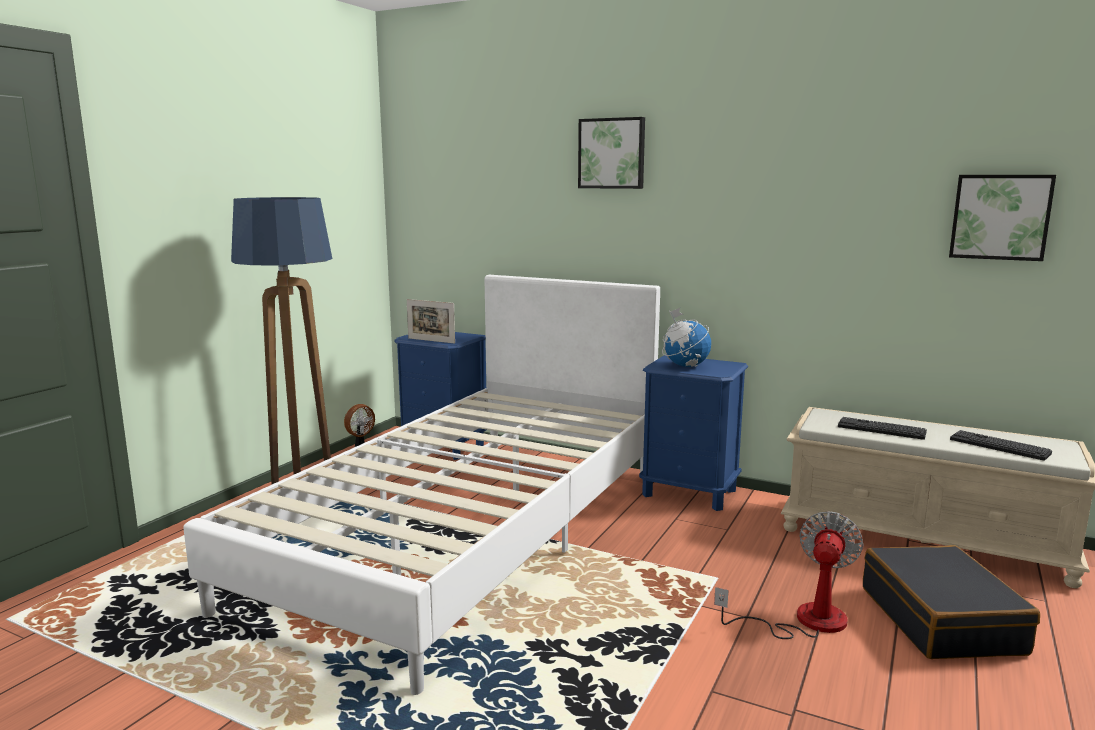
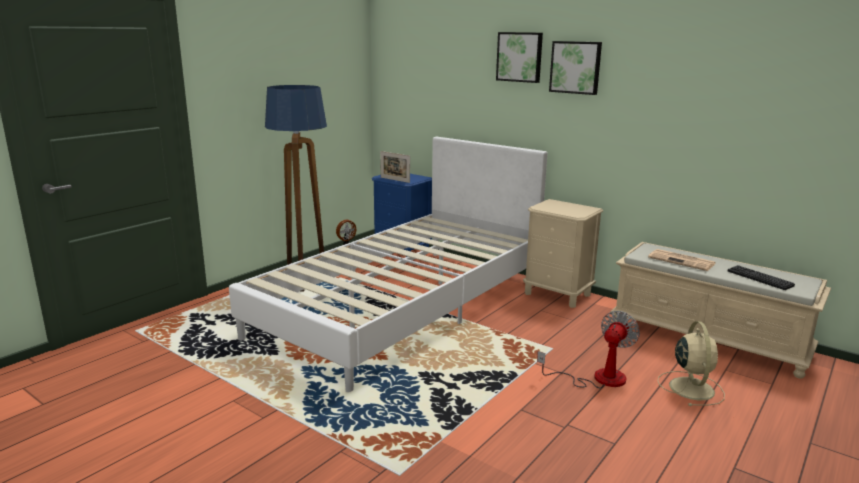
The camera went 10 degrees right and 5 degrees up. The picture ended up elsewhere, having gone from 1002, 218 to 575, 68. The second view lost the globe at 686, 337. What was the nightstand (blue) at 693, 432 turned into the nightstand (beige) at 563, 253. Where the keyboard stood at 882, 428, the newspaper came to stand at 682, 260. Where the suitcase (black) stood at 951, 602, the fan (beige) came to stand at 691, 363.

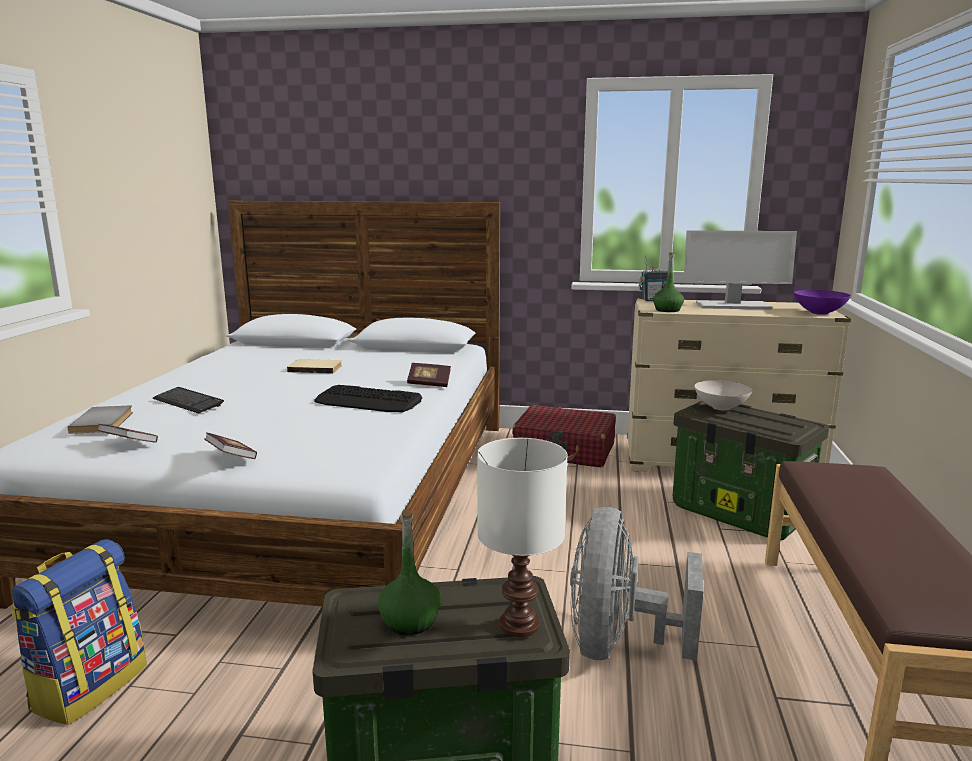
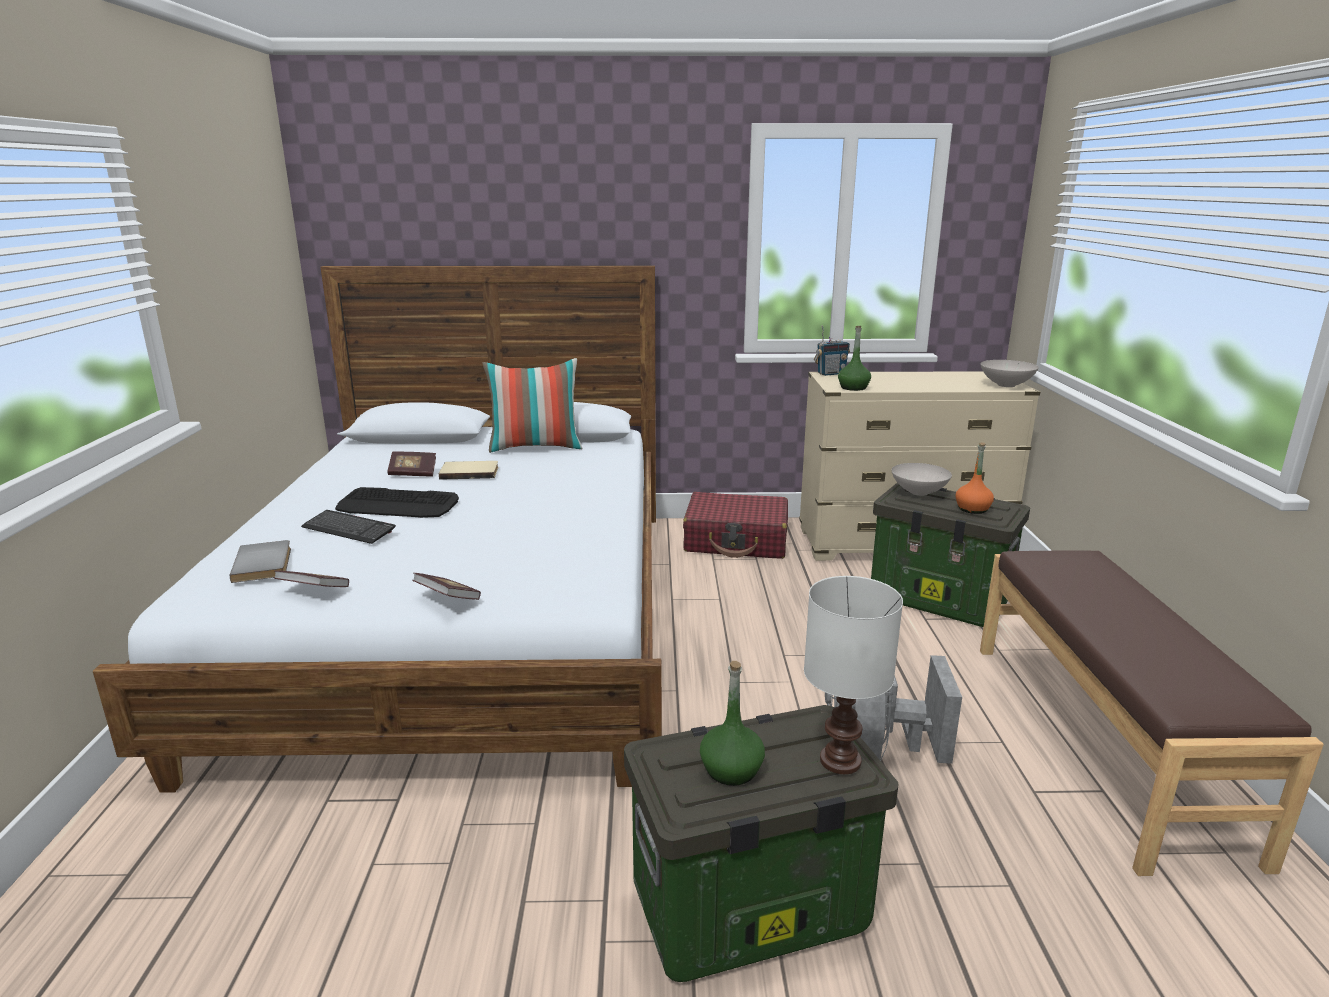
The camera went 10 degrees left and 5 degrees up. The second view lost the monitor at 740, 270. What was the bowl (purple) at 822, 302 turned into the bowl (white) at 1009, 373. The book ended up elsewhere, having gone from 429, 375 to 411, 464. The keyboard ended up elsewhere, having gone from 368, 398 to 397, 502. The second view lost the backpack at 78, 632. The second view gained the pillow at 532, 405. The second view gained the bottle (orange) at 975, 478.

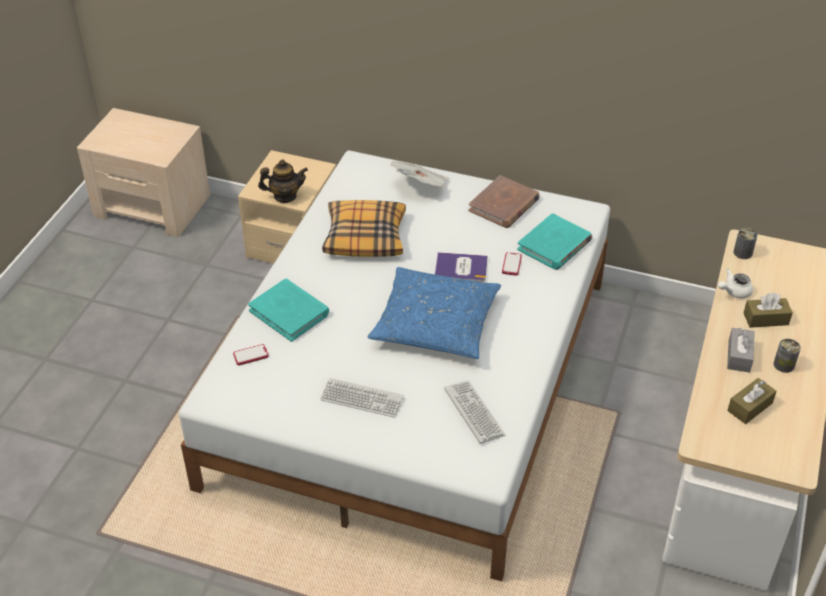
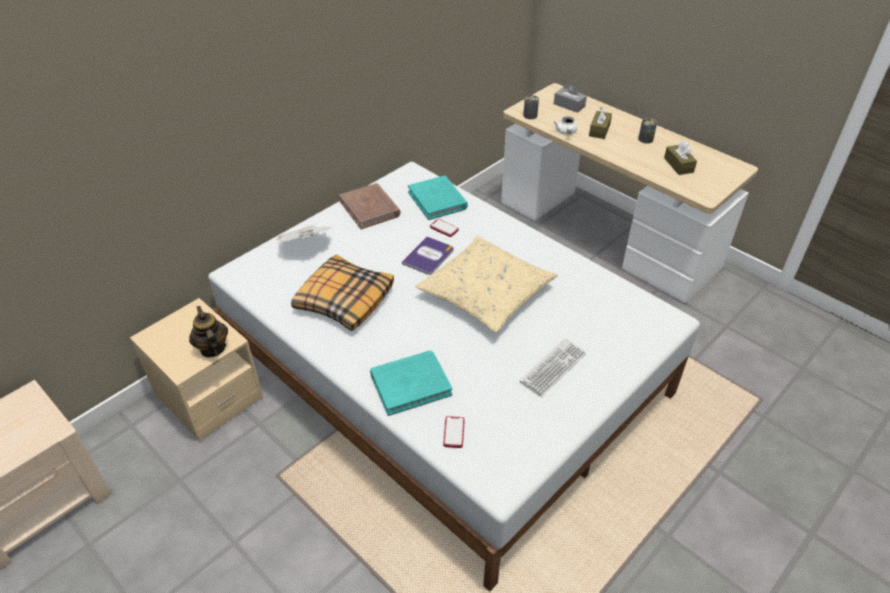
The camera went 65 degrees left and 0 degrees up. The teapot at 283, 181 ended up facing another way, 45 degrees counterclockwise from before. What was the pillow (blue) at 434, 313 turned into the pillow (beige) at 486, 284. The tissue box (grey) ended up elsewhere, having gone from 741, 350 to 570, 98. The second view lost the keyboard at 474, 412.

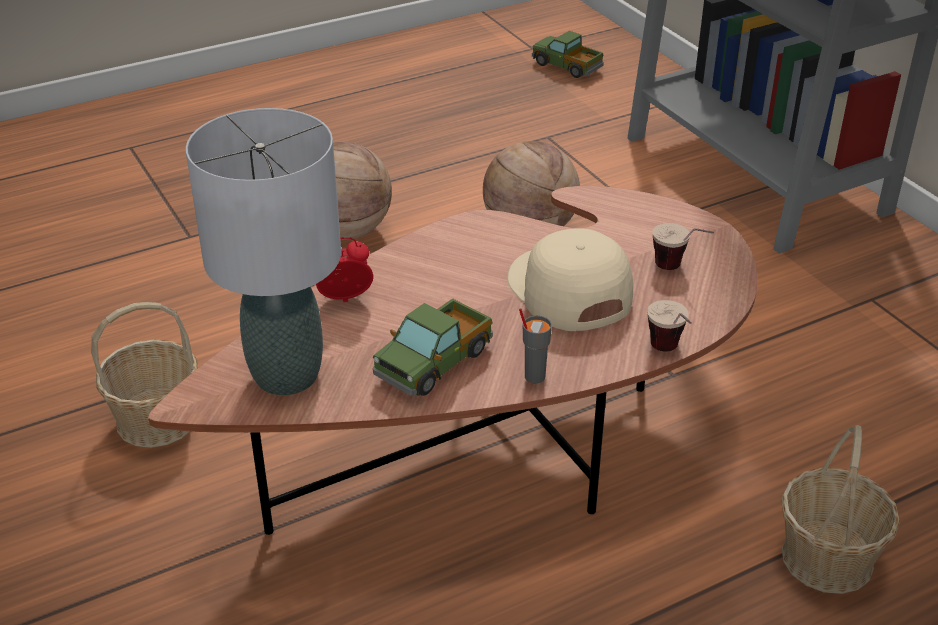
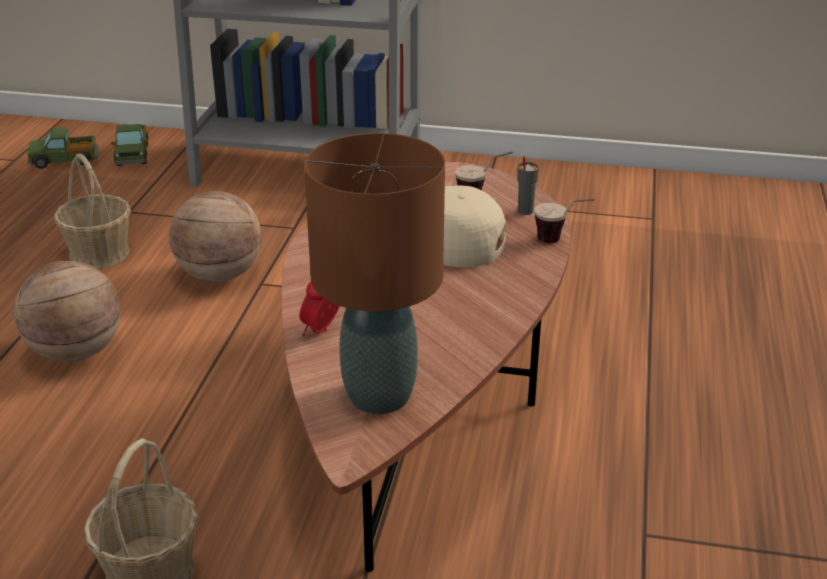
The camera went 50 degrees left and 5 degrees down. What was the table lamp (grey) at 263, 251 turned into the table lamp (brown) at 374, 273. The toy truck ended up elsewhere, having gone from 433, 347 to 130, 145. The cup (grey) ended up elsewhere, having gone from 535, 346 to 528, 185. The basket ended up elsewhere, having gone from 840, 509 to 92, 211.

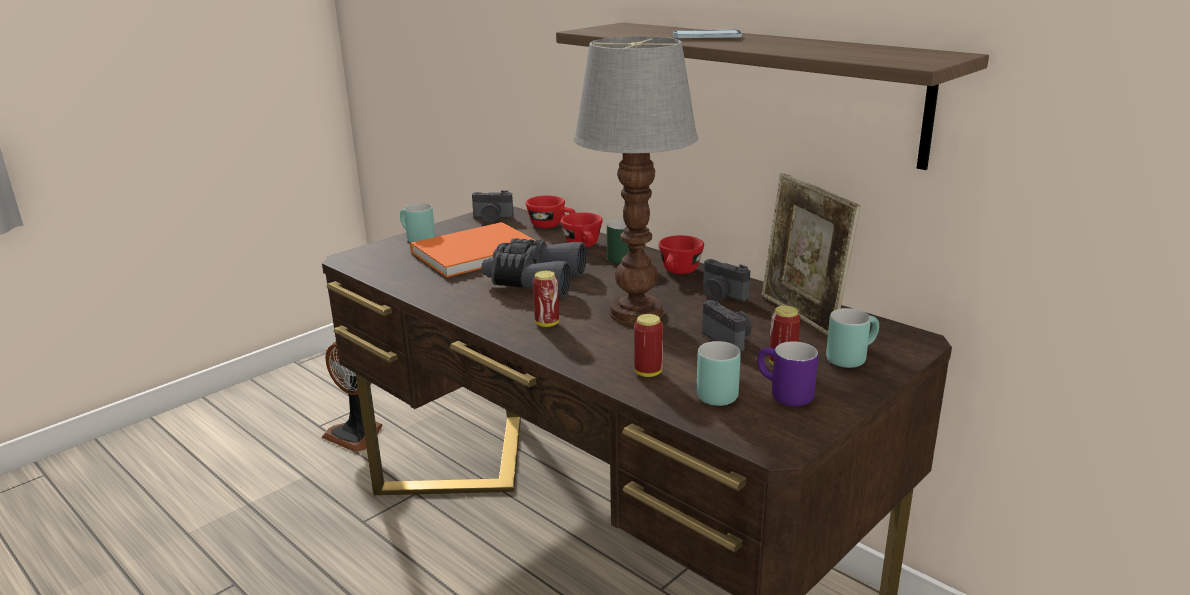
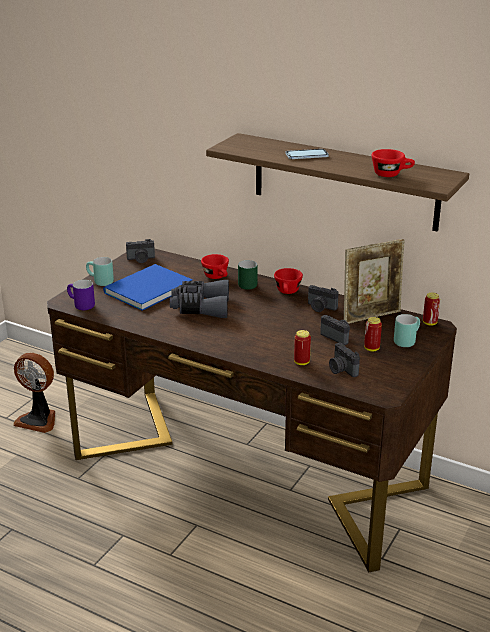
The camera went 15 degrees left and 5 degrees up. The second view lost the table lamp at 636, 180. The picture frame at 811, 254 ended up facing another way, 75 degrees counterclockwise from before. The cup (red) ended up elsewhere, having gone from 550, 211 to 393, 163. What was the book (orange) at 472, 250 turned into the book (blue) at 148, 287. The can ended up elsewhere, having gone from 546, 299 to 431, 309. Where the mug (turquoise) stood at 719, 373, the photo camera came to stand at 344, 360. The mug (purple) ended up elsewhere, having gone from 787, 373 to 81, 295.

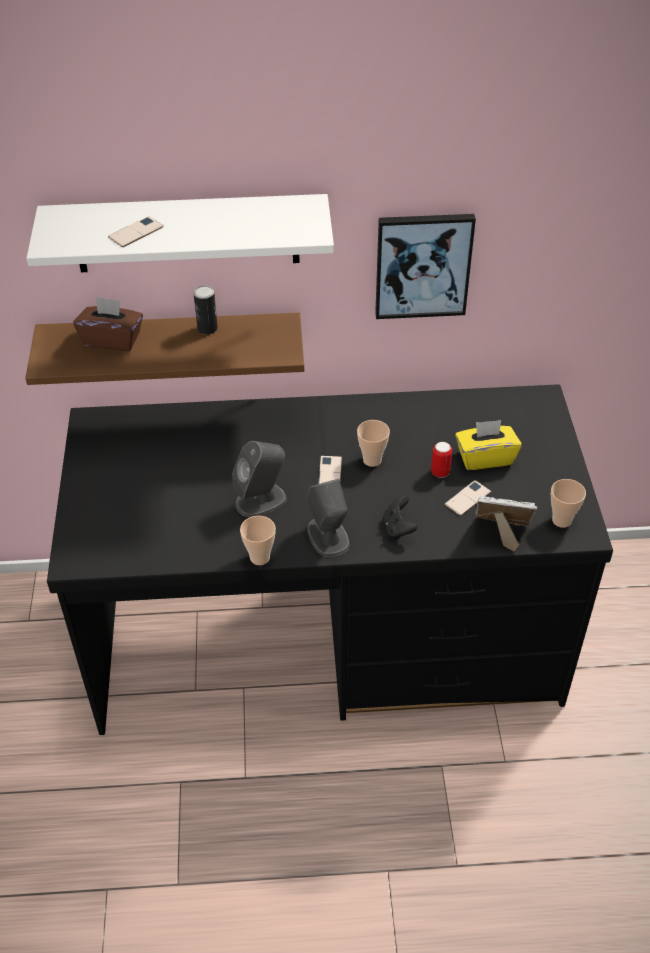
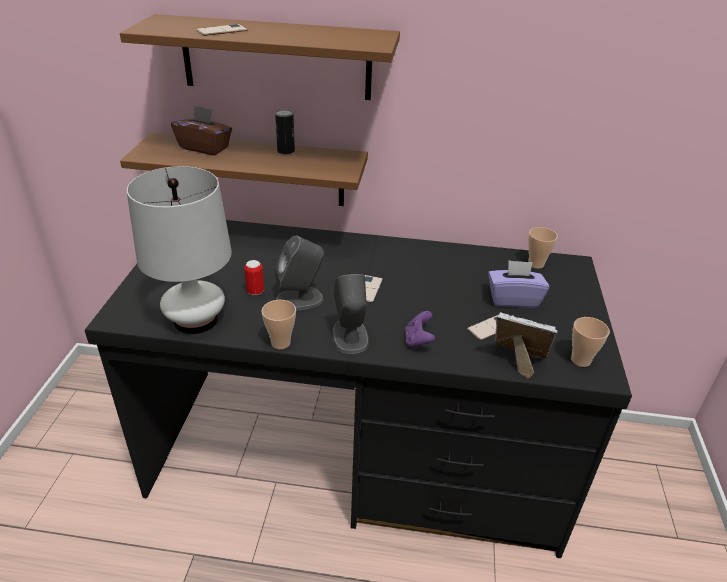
The camera went 10 degrees right and 10 degrees down. What was the shelf (white) at 180, 233 turned into the shelf (brown) at 260, 57. The second view lost the picture at 425, 266. The cup ended up elsewhere, having gone from 373, 443 to 543, 248. What was the tissue box (yellow) at 488, 445 turned into the tissue box (purple) at 518, 284. The can ended up elsewhere, having gone from 441, 460 to 254, 277. What was the game controller (black) at 400, 517 turned into the game controller (purple) at 420, 330. The second view gained the table lamp (white) at 179, 250.

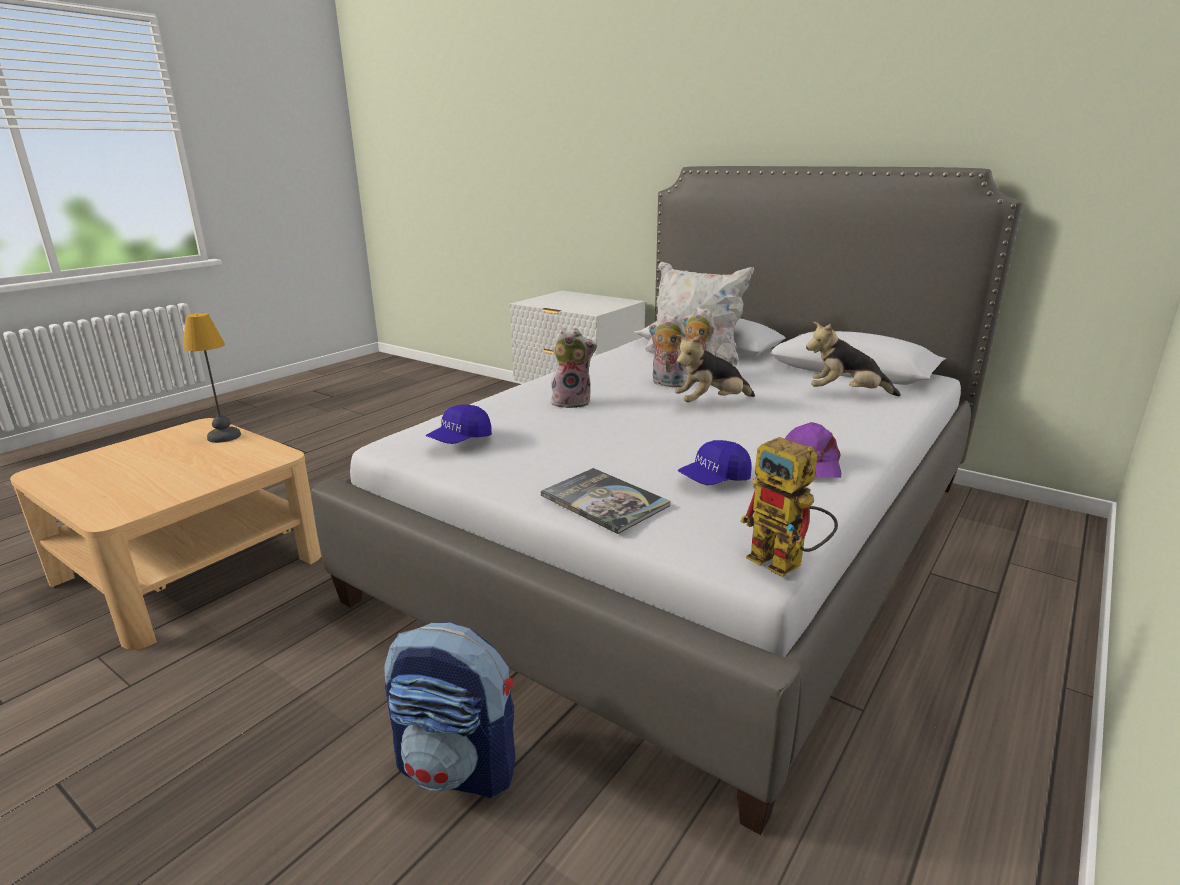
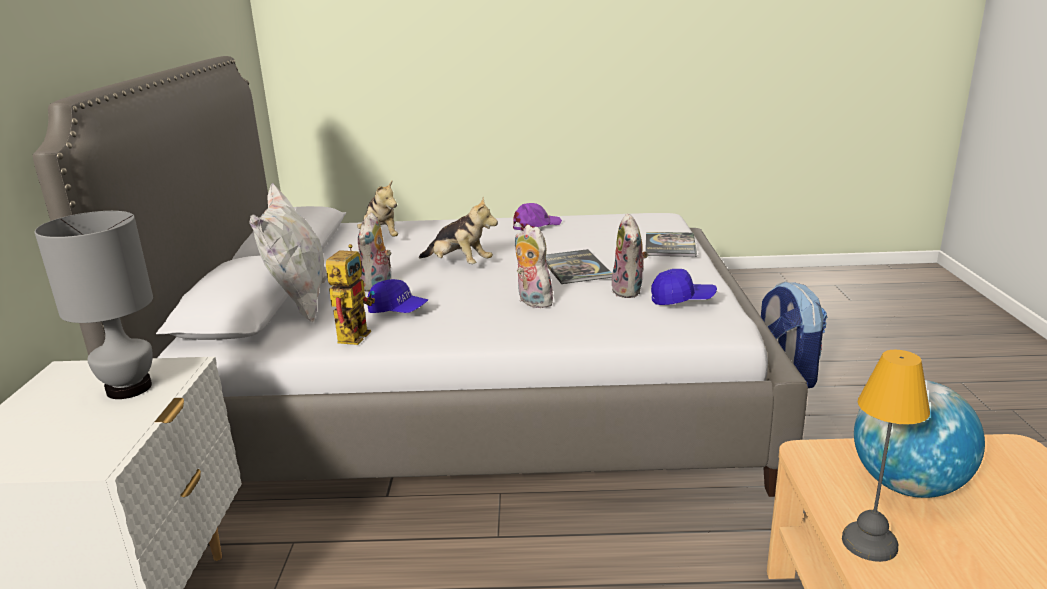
The camera went 125 degrees left and 0 degrees up. The plush toy ended up elsewhere, having gone from 668, 350 to 630, 255. The toy robot ended up elsewhere, having gone from 789, 507 to 350, 294. The cap (blue) ended up elsewhere, having gone from 715, 462 to 398, 296. The second view gained the table lamp (grey) at 94, 305. The second view gained the book at 579, 266. The second view gained the globe at 919, 439.

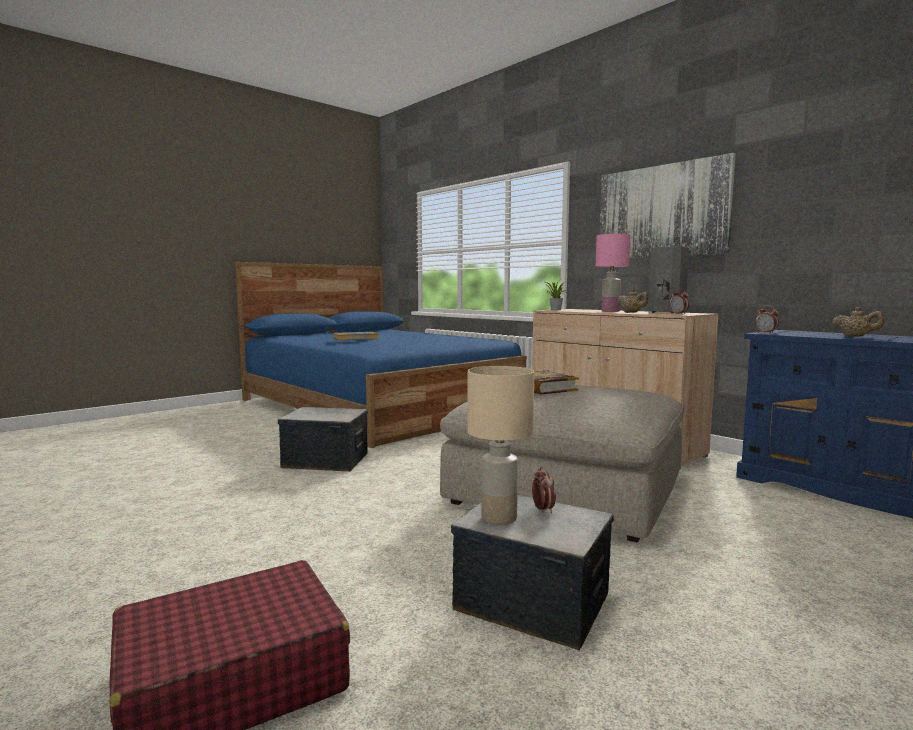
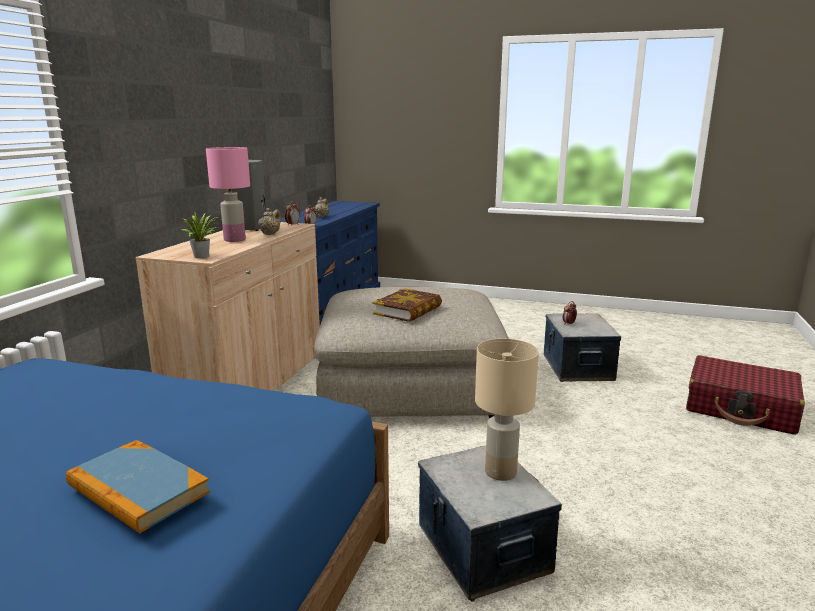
The camera went 120 degrees left and 10 degrees up. The second view lost the picture at 668, 205. The table lamp (beige) ended up elsewhere, having gone from 500, 445 to 507, 410.

